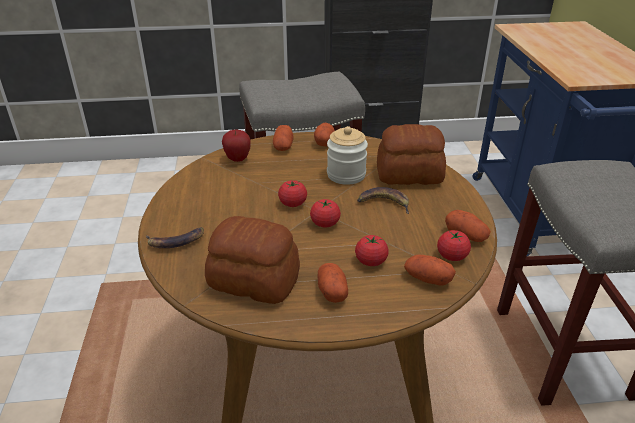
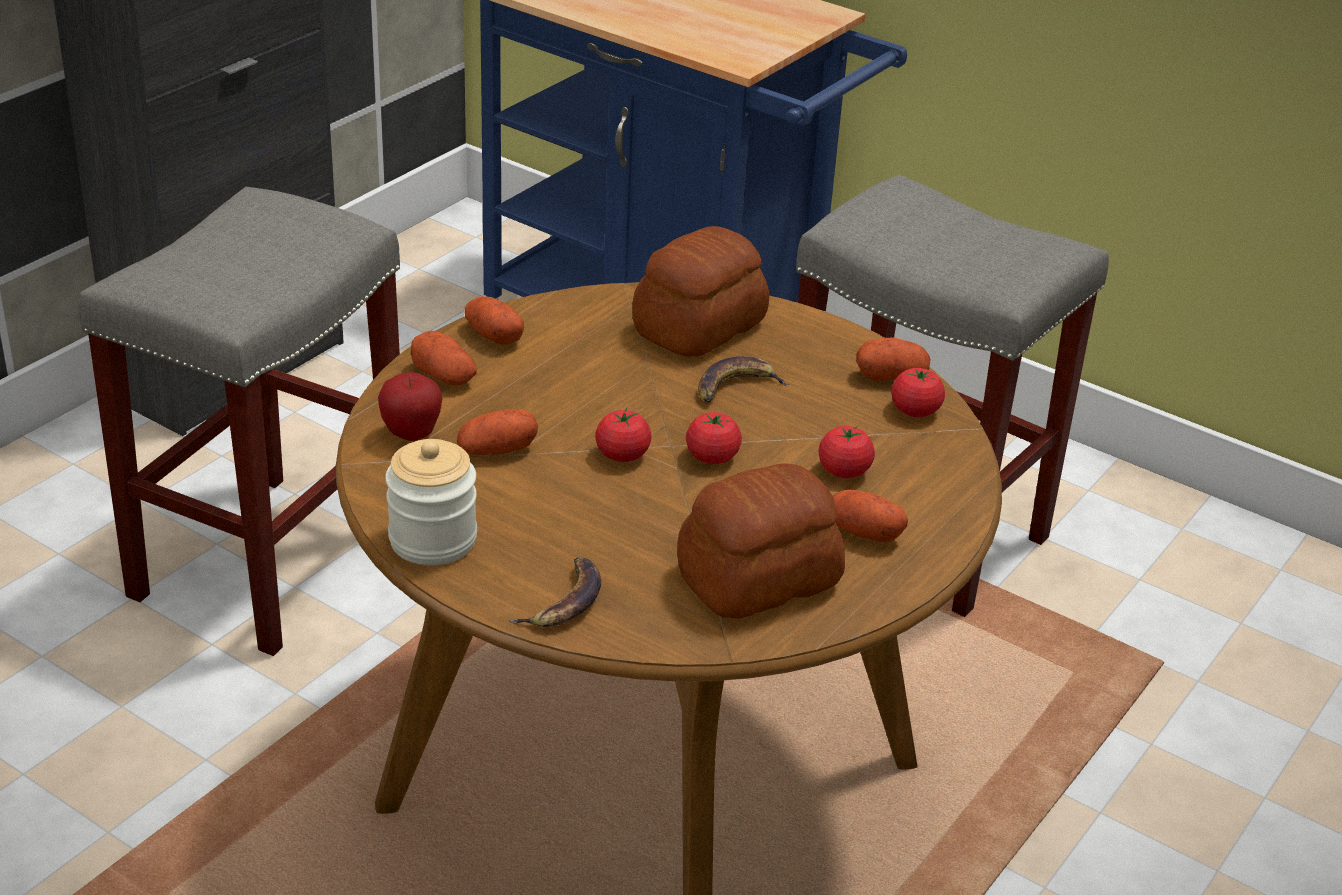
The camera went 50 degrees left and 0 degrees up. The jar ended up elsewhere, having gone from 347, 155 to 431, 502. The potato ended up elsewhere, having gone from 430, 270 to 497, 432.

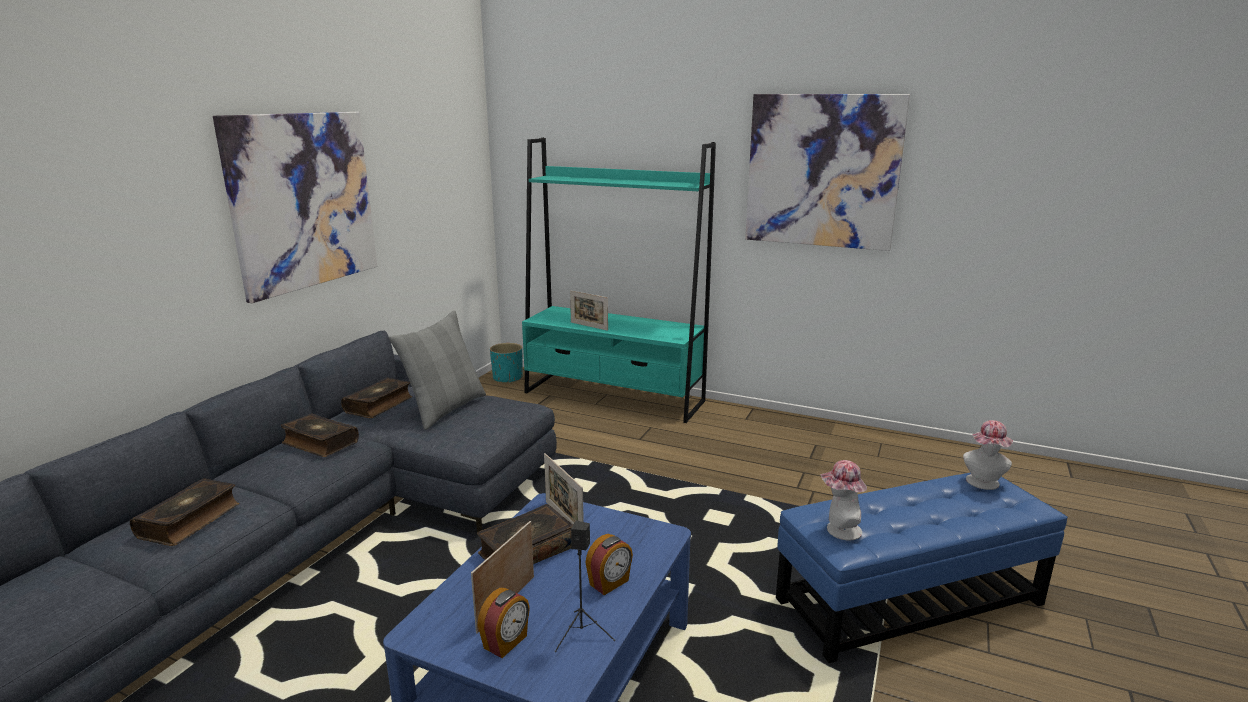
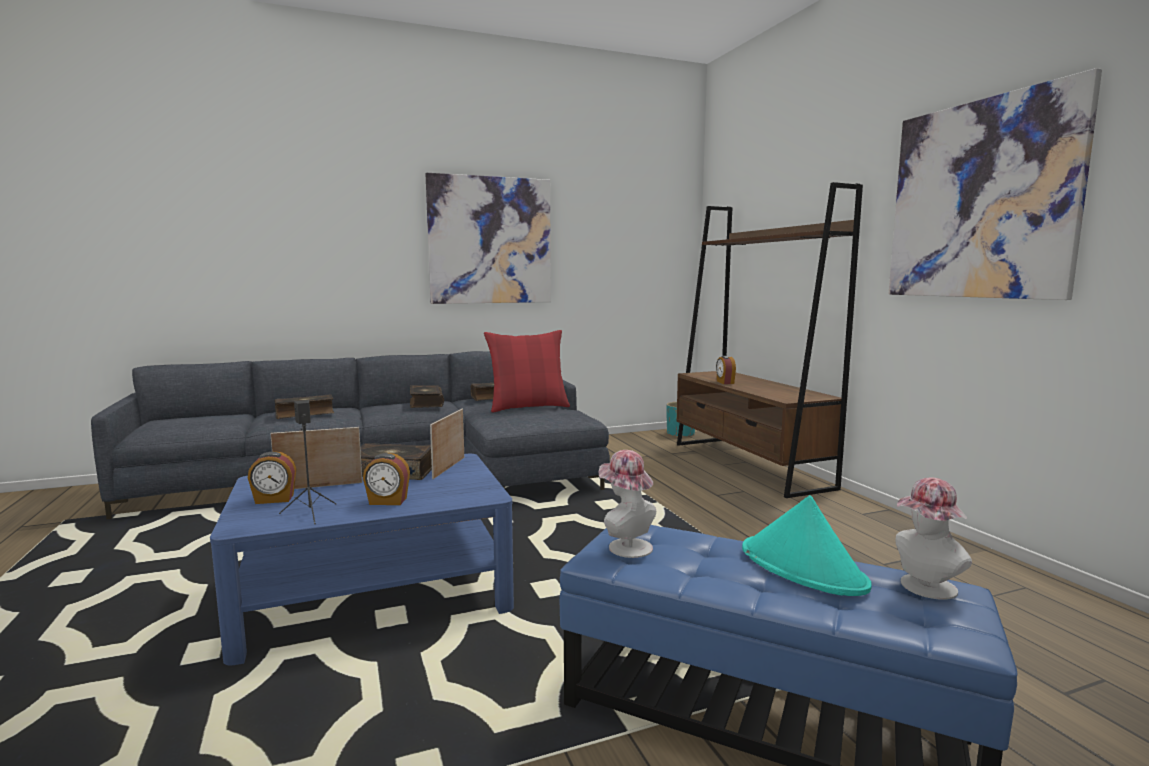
The camera went 45 degrees right and 10 degrees down. What was the bookcase (turquoise) at 619, 280 turned into the bookcase (brown) at 769, 340. Where the picture frame stood at 589, 310, the alarm clock came to stand at 726, 370. What was the pillow (grey) at 437, 370 turned into the pillow (red) at 527, 371. The second view gained the hat (turquoise) at 807, 545.

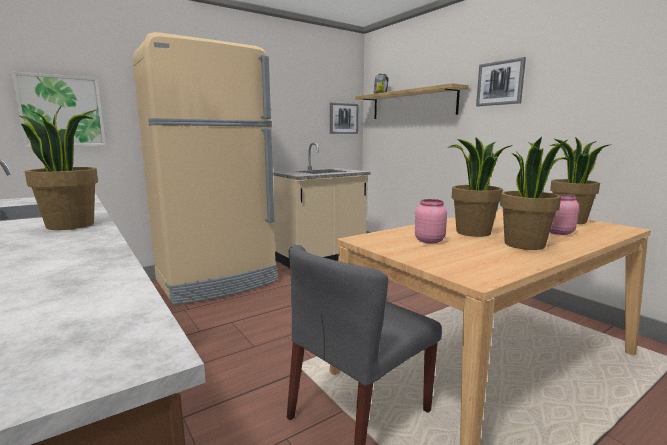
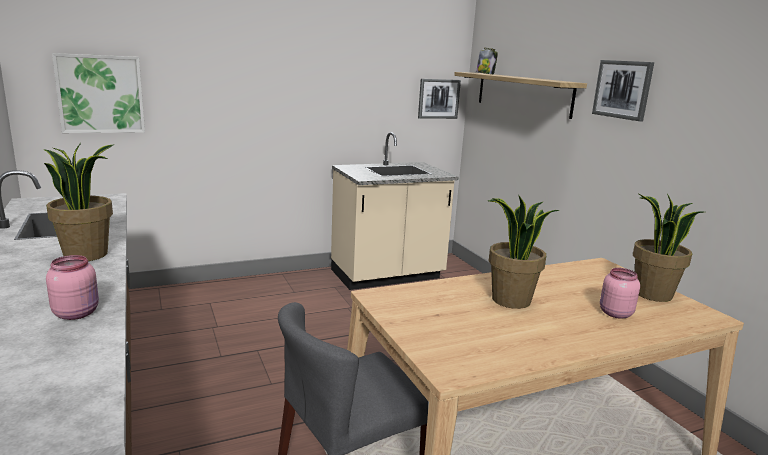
The camera went 10 degrees right and 5 degrees up. The second view lost the fridge (beige) at 205, 168. The second view lost the potted plant at 535, 193. The jar (pink) ended up elsewhere, having gone from 431, 221 to 72, 287.

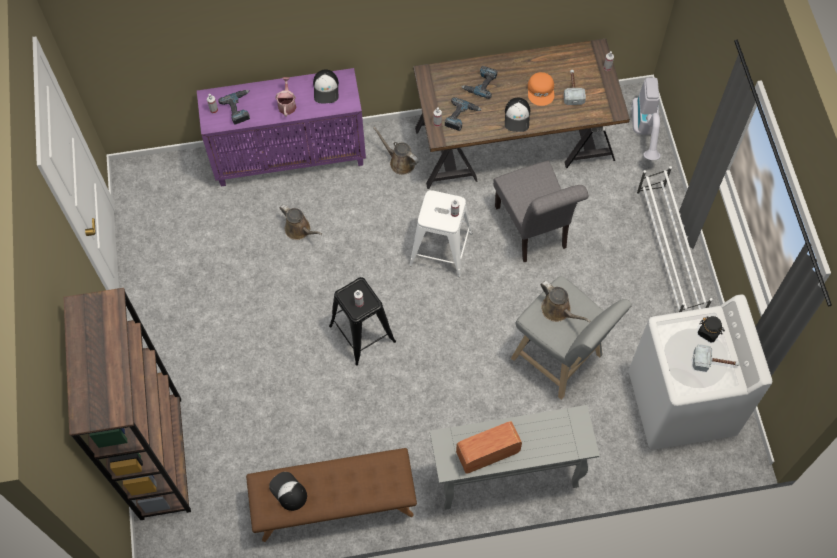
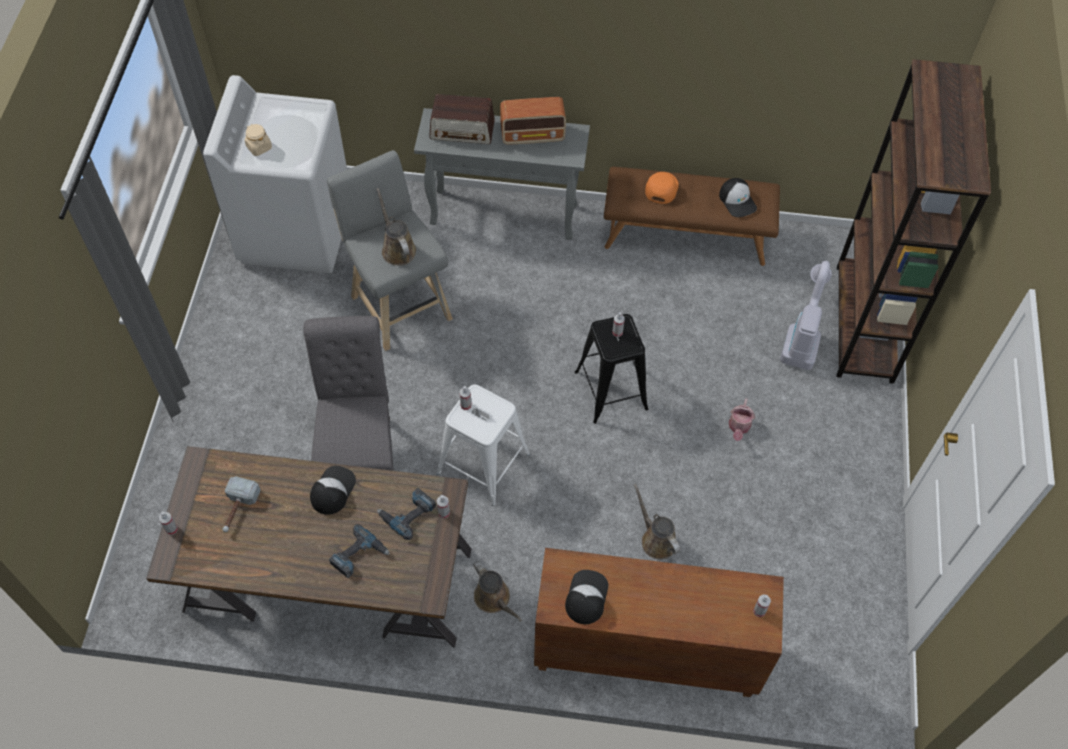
The camera went 165 degrees left and 5 degrees down. What was the cabinet (purple) at 281, 127 turned into the cabinet (brown) at 659, 622. The cap (orange) ended up elsewhere, having gone from 541, 89 to 662, 188. The watering can ended up elsewhere, having gone from 285, 97 to 742, 419. The vacuum cleaner ended up elsewhere, having gone from 646, 119 to 806, 315. The second view lost the power drill at 234, 107. The second view lost the shoe rack (white) at 674, 239. What was the jar (black) at 711, 329 turned into the jar (beige) at 258, 140. The second view lost the hammer at 716, 358. The second view gained the radio at 462, 119.

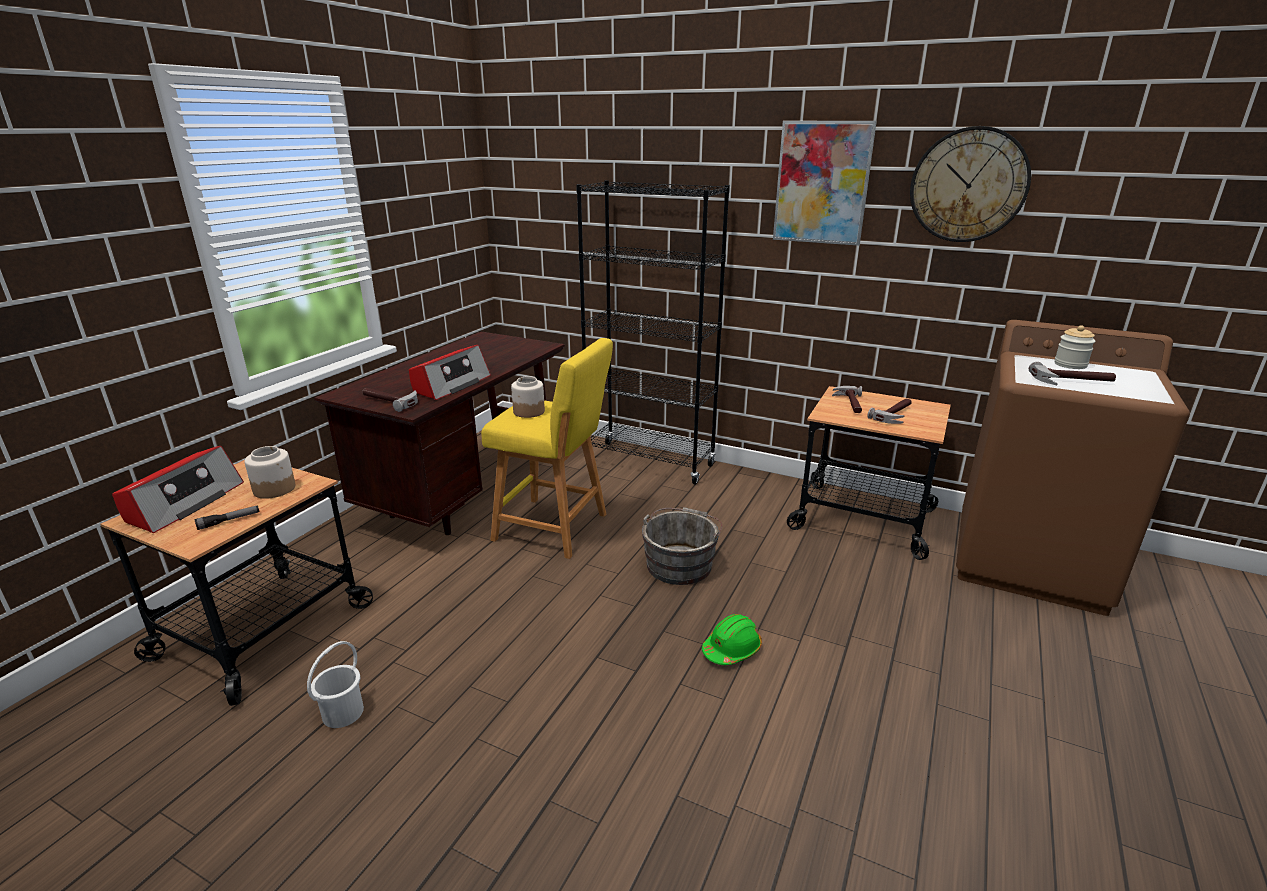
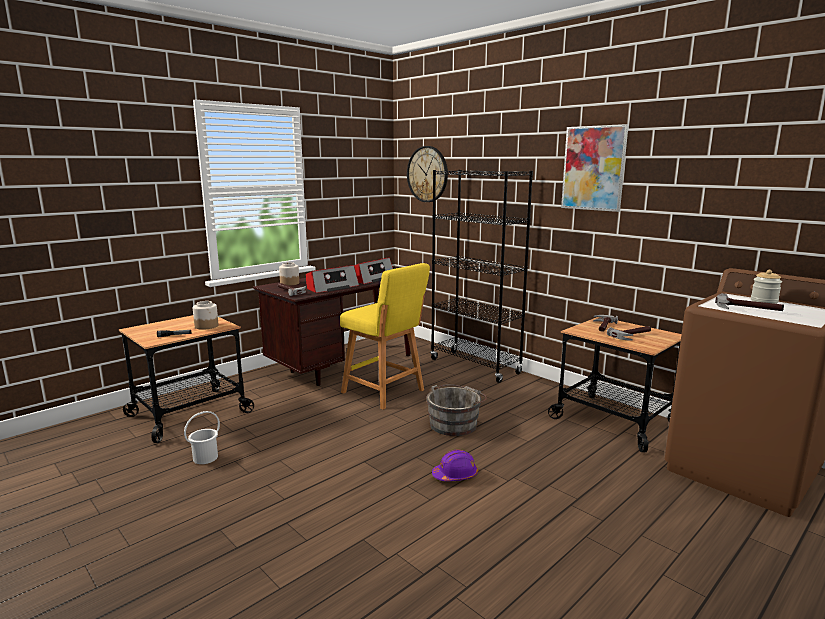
The camera went 20 degrees right and 10 degrees down. The wall clock ended up elsewhere, having gone from 970, 184 to 427, 174. The jar ended up elsewhere, having gone from 528, 397 to 289, 274. The radio ended up elsewhere, having gone from 178, 489 to 373, 270. What was the hard hat (green) at 732, 639 turned into the hard hat (purple) at 455, 465.

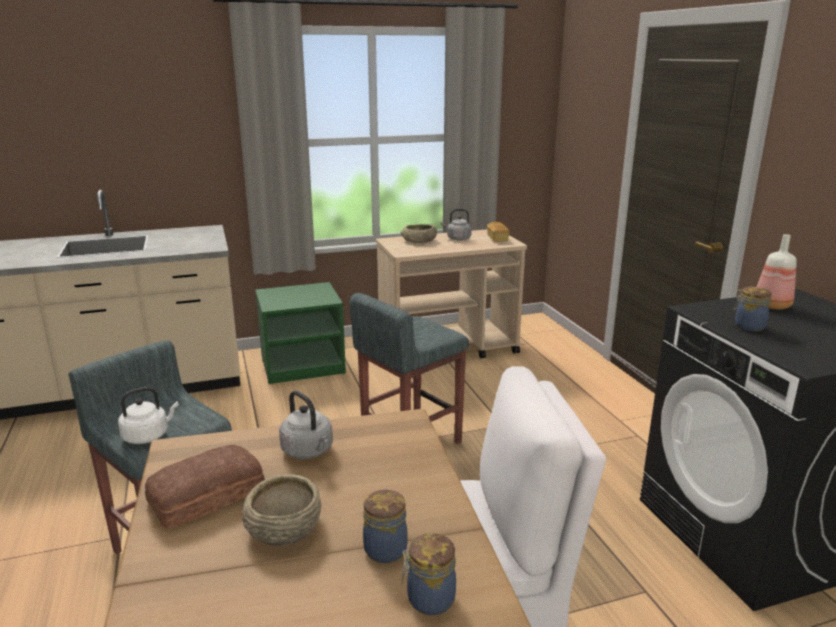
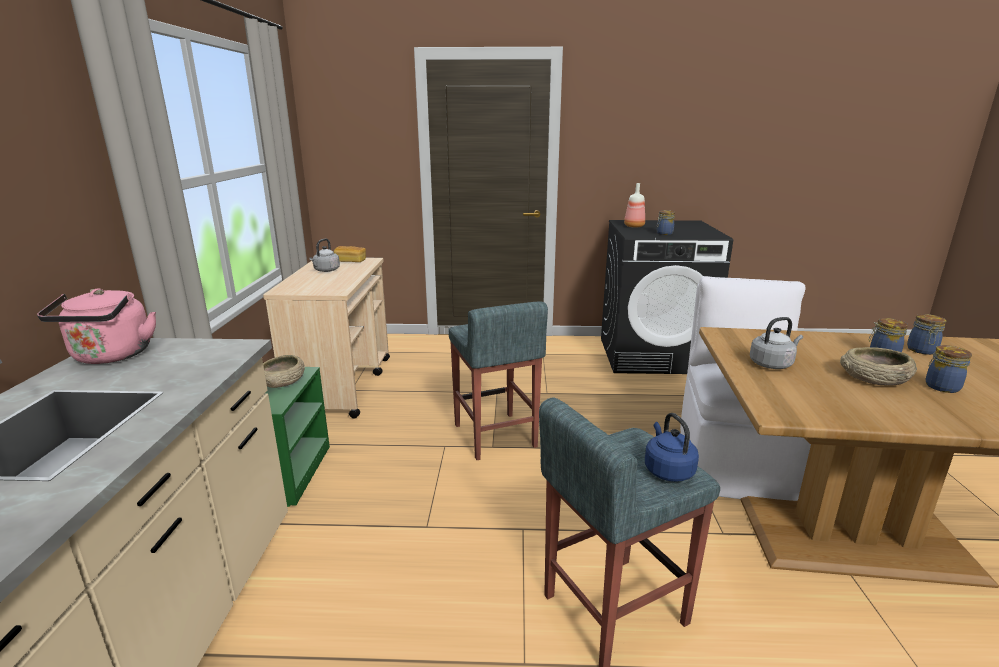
The camera went 70 degrees left and 0 degrees up. The bowl (beige) ended up elsewhere, having gone from 418, 233 to 284, 371. What was the kettle (white) at 148, 415 turned into the kettle (blue) at 672, 447. The second view lost the bread at 205, 487. The second view gained the kettle (pink) at 96, 326. The second view gained the jar at 949, 369.

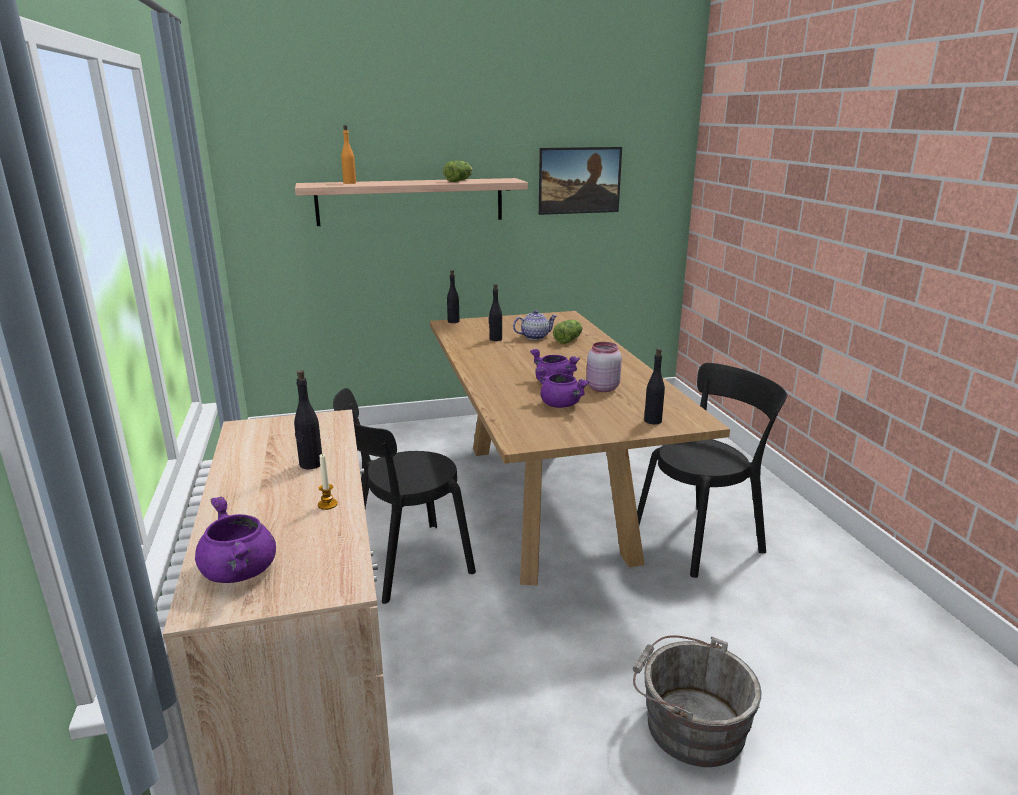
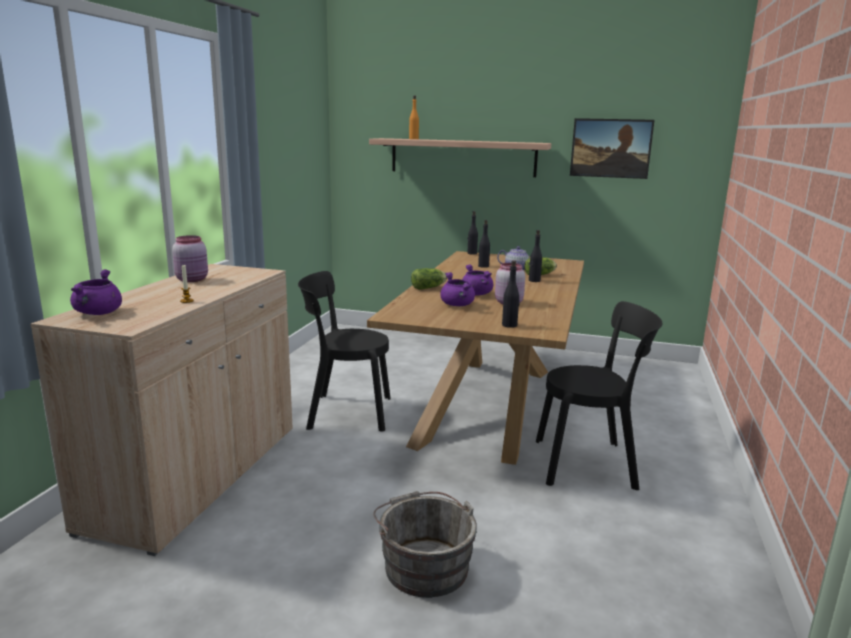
The camera went 30 degrees right and 5 degrees down. The lettuce ended up elsewhere, having gone from 458, 171 to 429, 279. The bottle (black) ended up elsewhere, having gone from 308, 419 to 535, 256. The second view gained the jar (pink) at 190, 258.

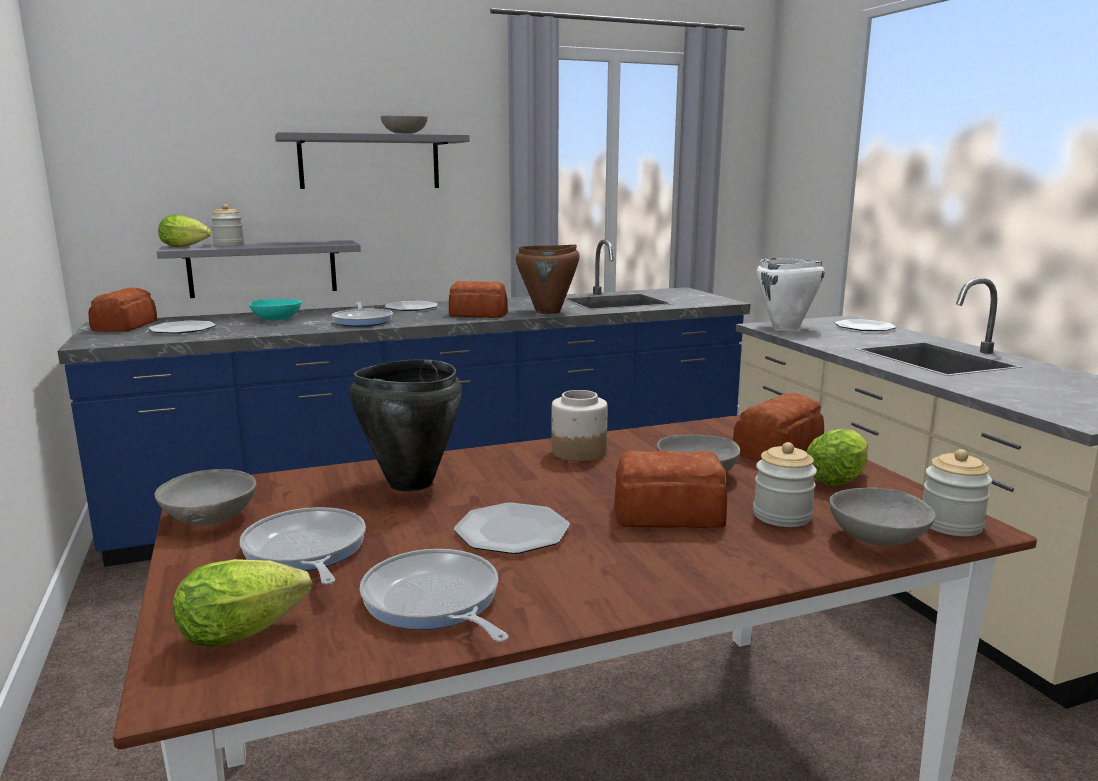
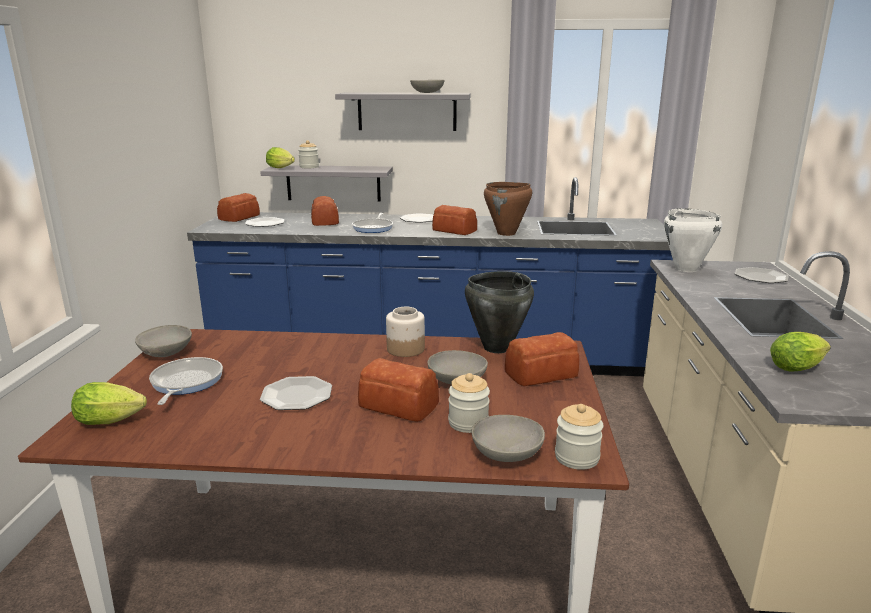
The camera went 25 degrees right and 5 degrees up. Where the bowl (turquoise) stood at 275, 309, the bread came to stand at 325, 211. The cooking pot (black) ended up elsewhere, having gone from 405, 425 to 499, 312. The lettuce ended up elsewhere, having gone from 837, 457 to 800, 352. The second view lost the frying pan at 434, 595.

